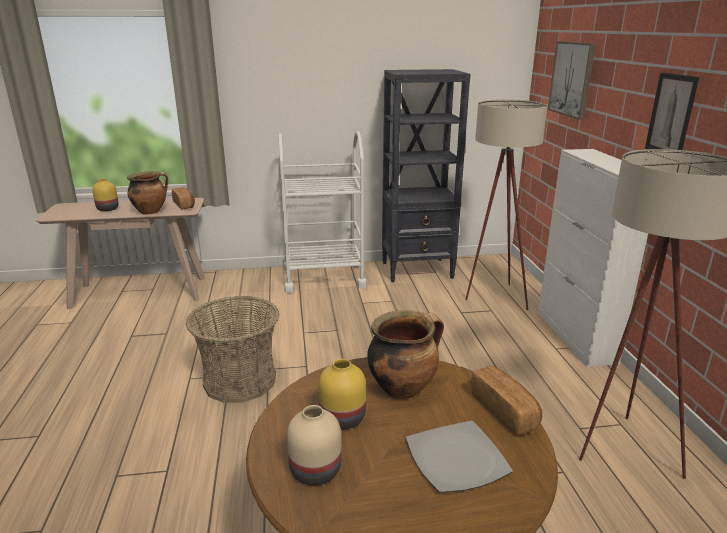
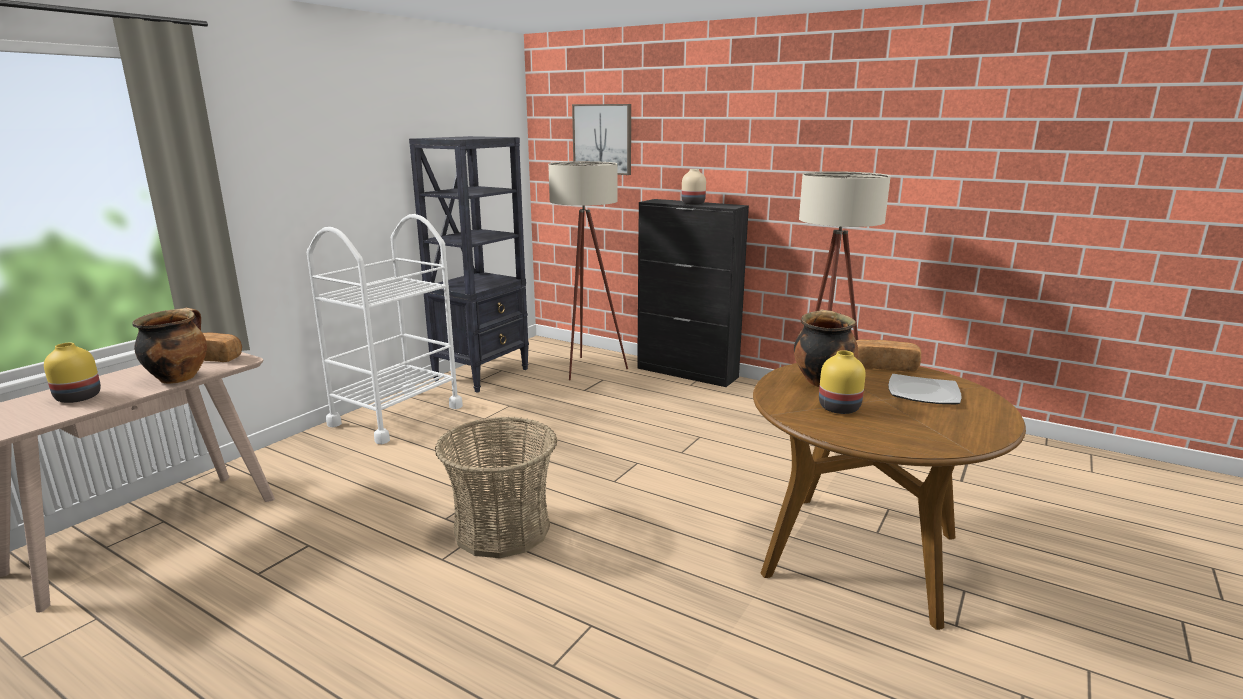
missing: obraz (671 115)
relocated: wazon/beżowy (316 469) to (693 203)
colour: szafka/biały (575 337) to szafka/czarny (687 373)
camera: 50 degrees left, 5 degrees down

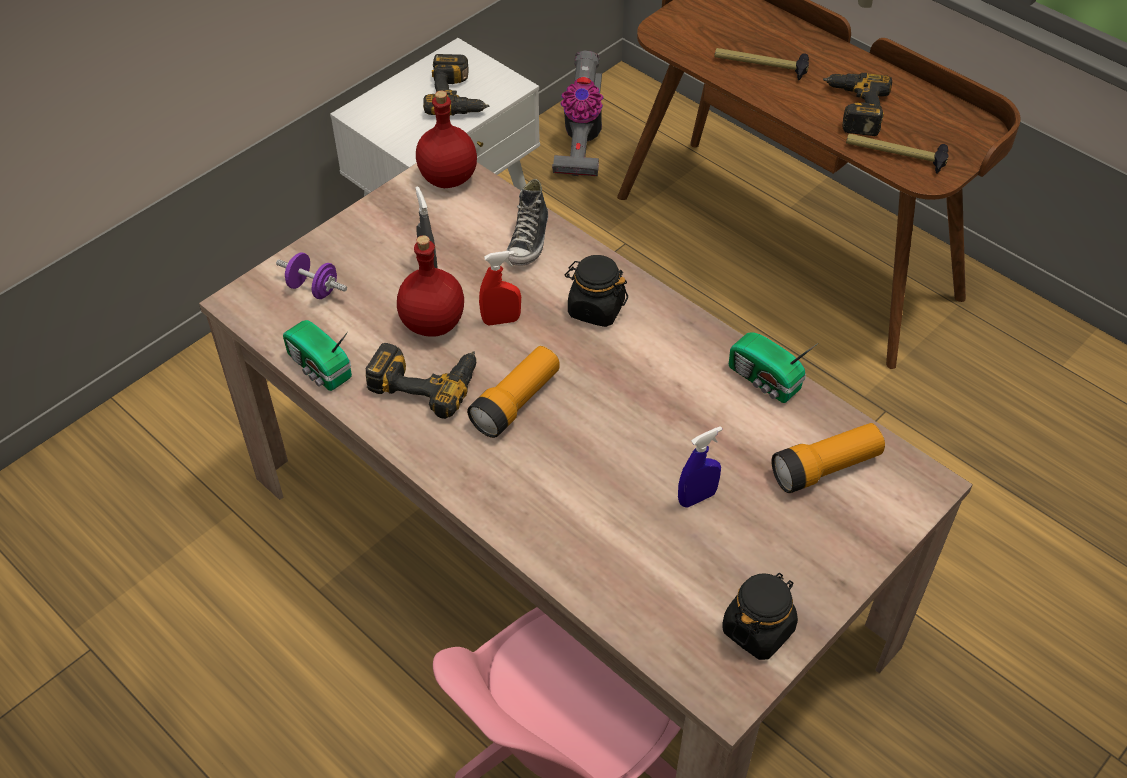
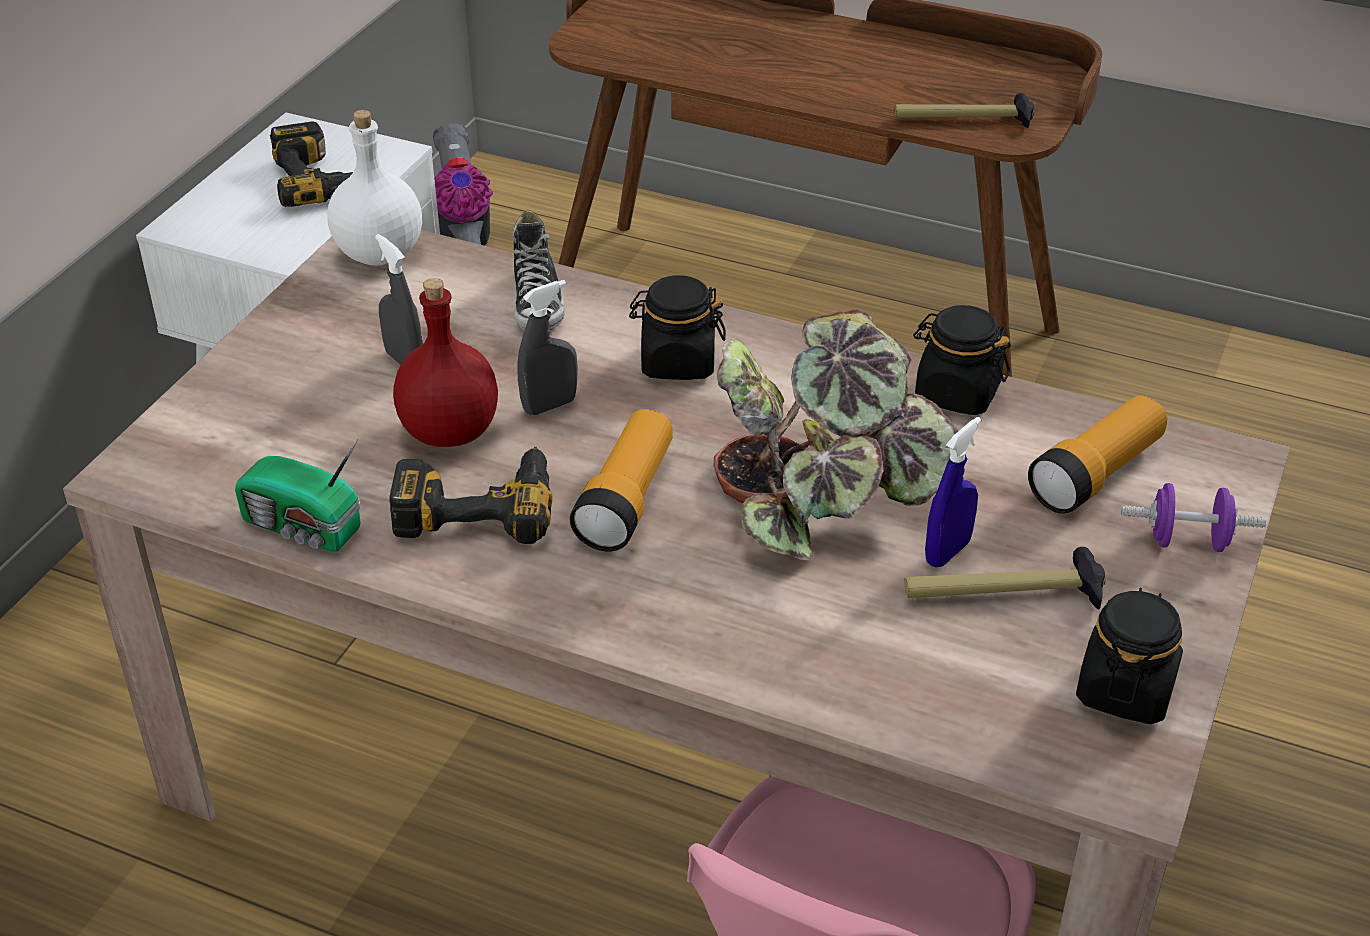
missing: wiertarka (852 109)
appeared: roślina doniczkowa (823 496)
relocated: hantel/fioletowy (313 289) to (1187 541); młotek (760 66) to (1003 593)
exchanged: radio (765 381) to słoik/czarny (956 393)
colour: butelka/czerwony (448 179) to butelka/biały (380 255); spryskiwacz/czerwony (501 320) to spryskiwacz/szary (549 405)
camera: 20 degrees left, 10 degrees down

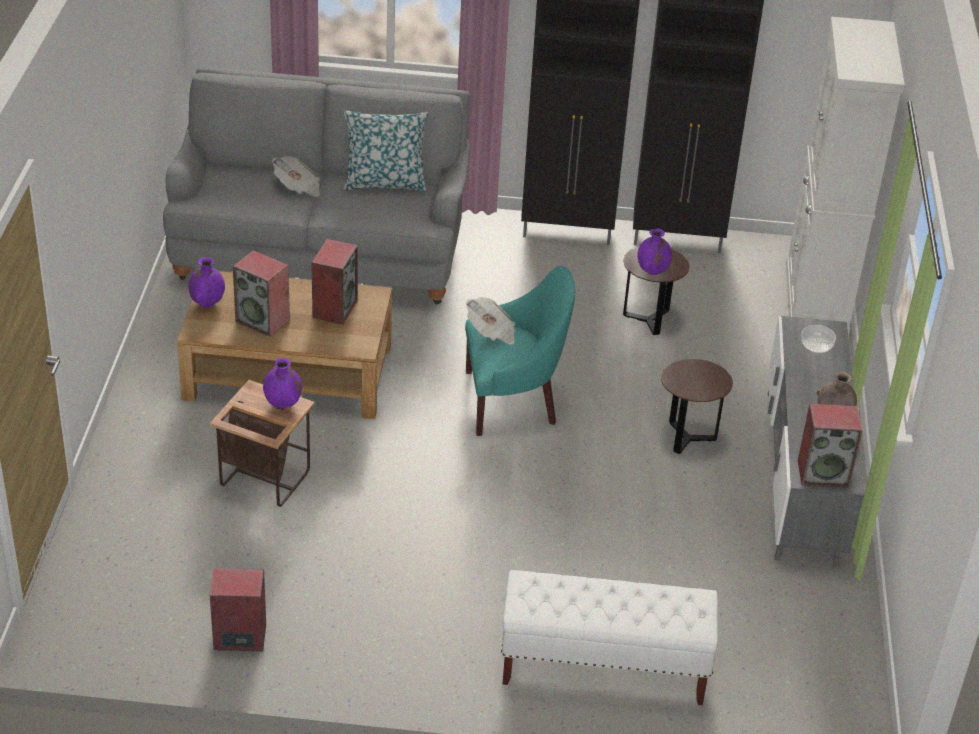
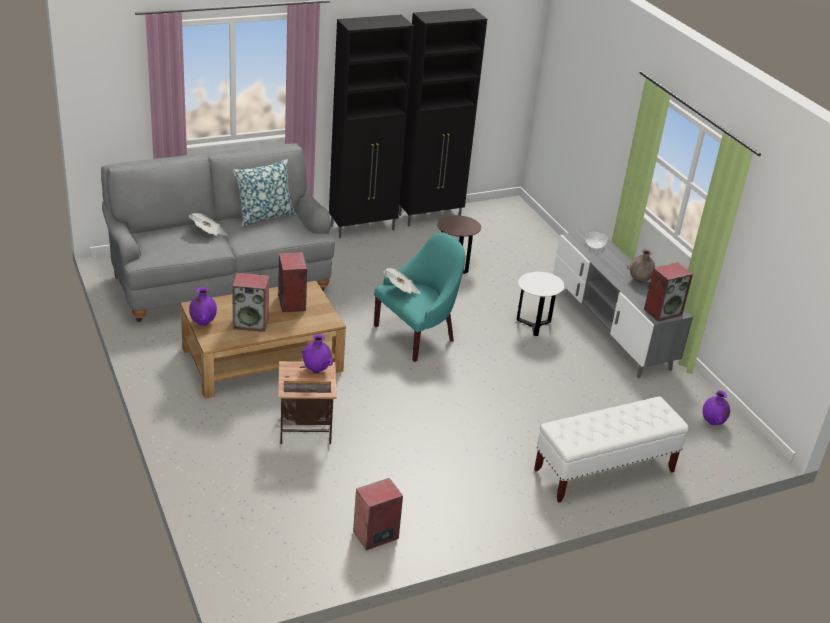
missing: szafka/biały (816 299)
relocated: wazon/fioletowy (652 272) to (712 422)
colour: stolik/brązowy (687 438) to stolik/biały (534 326)
camera: 30 degrees left, 5 degrees down

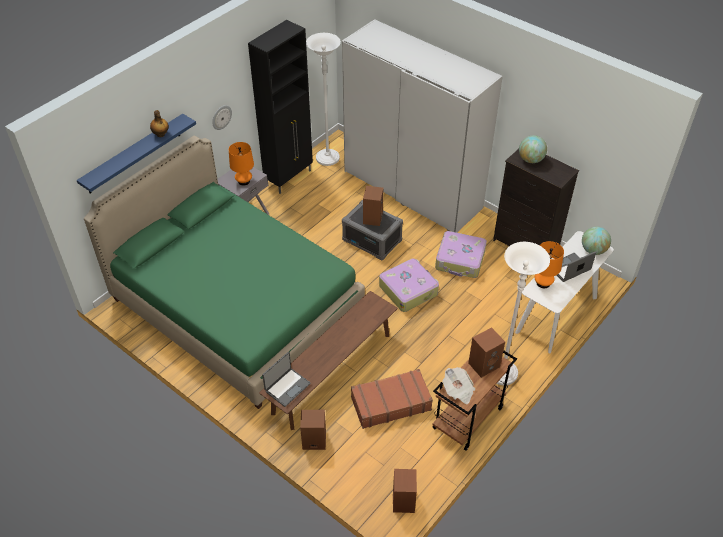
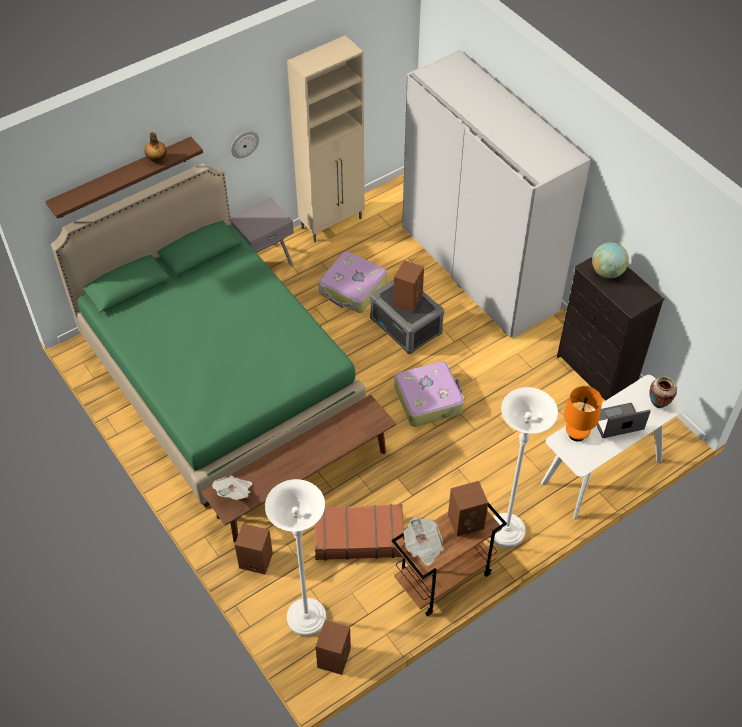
missing: lampa stołowa/pomarańczowy (244 181)
relocated: lampa stojąca/biały (327 158) to (306 618); walizka (460 260) to (353 289)
exchanged: laptop (287 387) to gazeta (234 492); globus (593 250) to wazon (658 404)
colour: półka/niebieski (134 154) to półka/brązowy (122 178); szafka/czarny (289 178) to szafka/beżowy (332 223)
camera: 15 degrees right, 5 degrees up

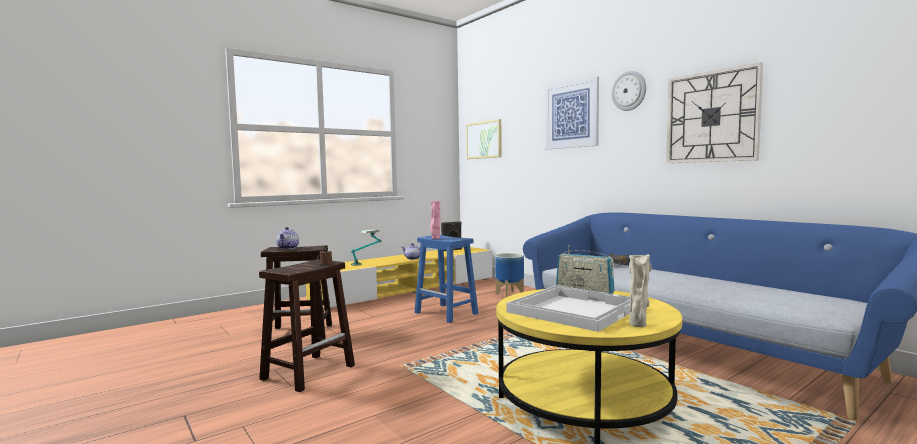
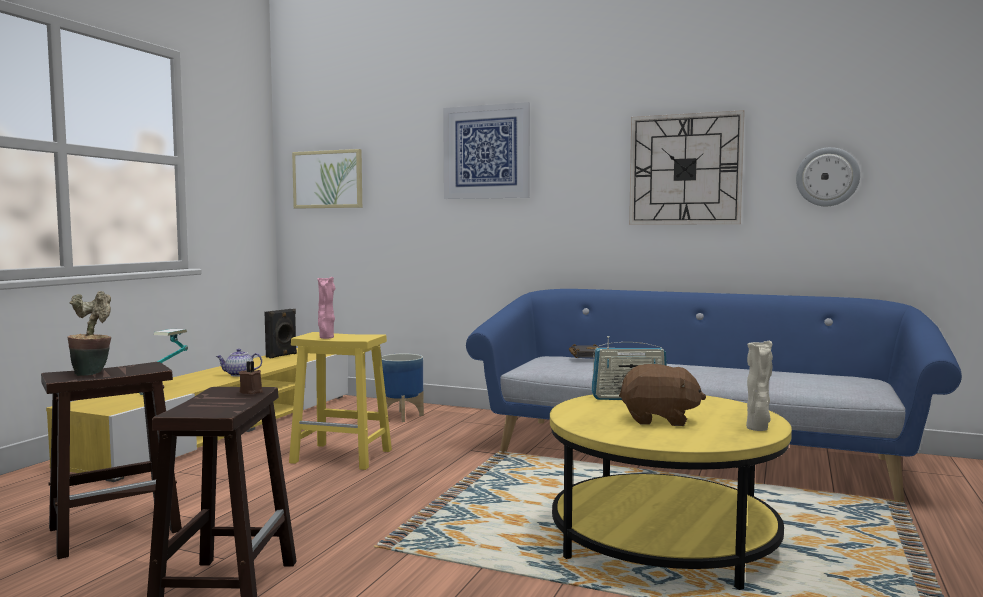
relocated: zegar ścienny (629 91) to (827 177)
exchanged: imbryk (288 248) to roślina doniczkowa (93 372); taca/biały (573 309) to pluszak/brązowy (659 420)
colour: stołek/niebieski (447 313) to stołek/żółty (343 456)
camera: 30 degrees left, 0 degrees up

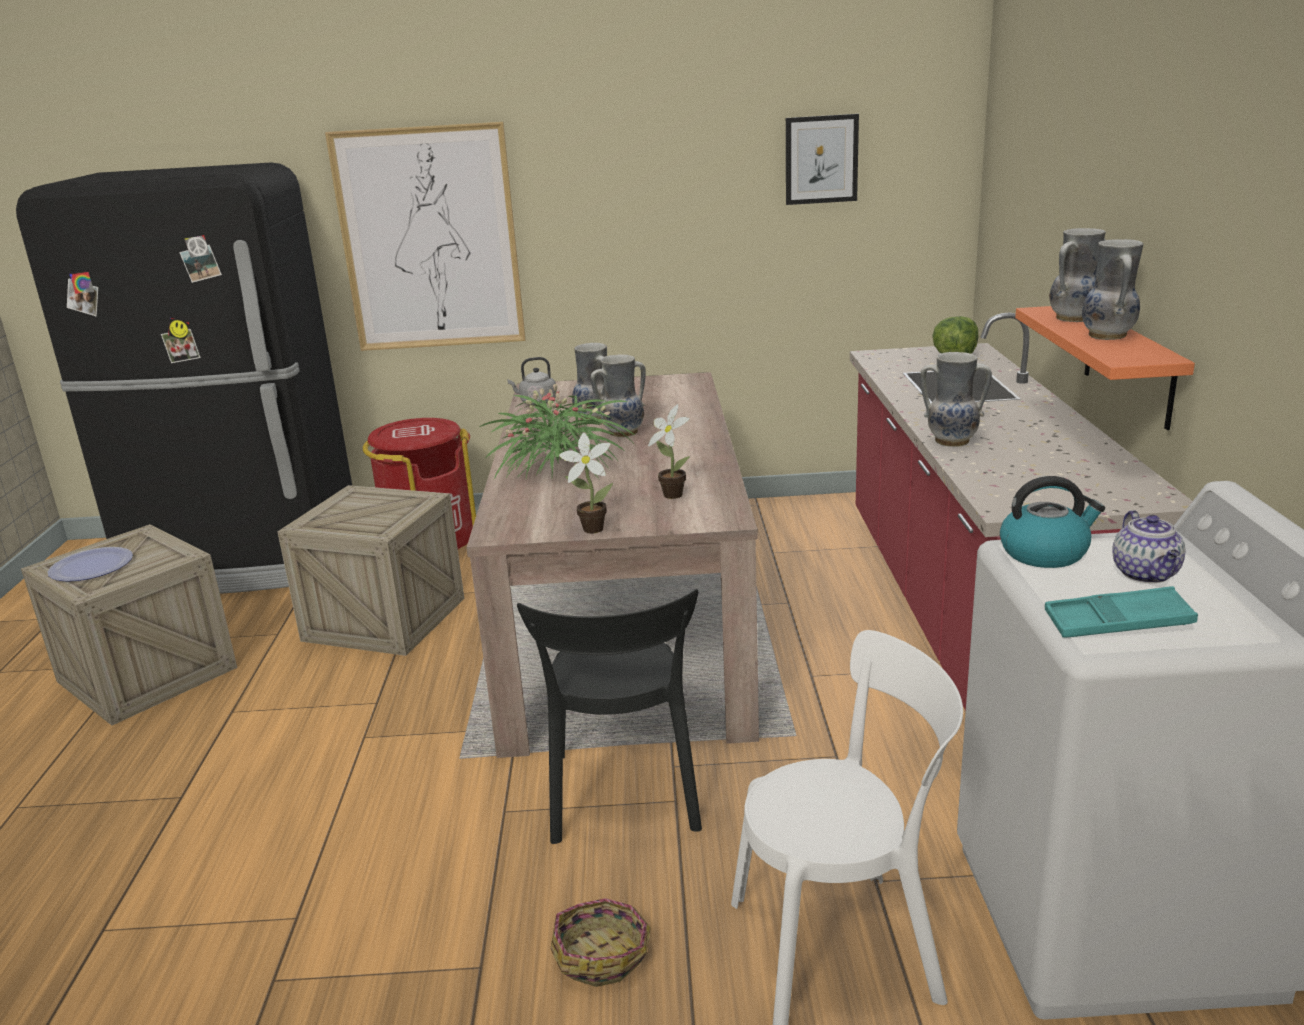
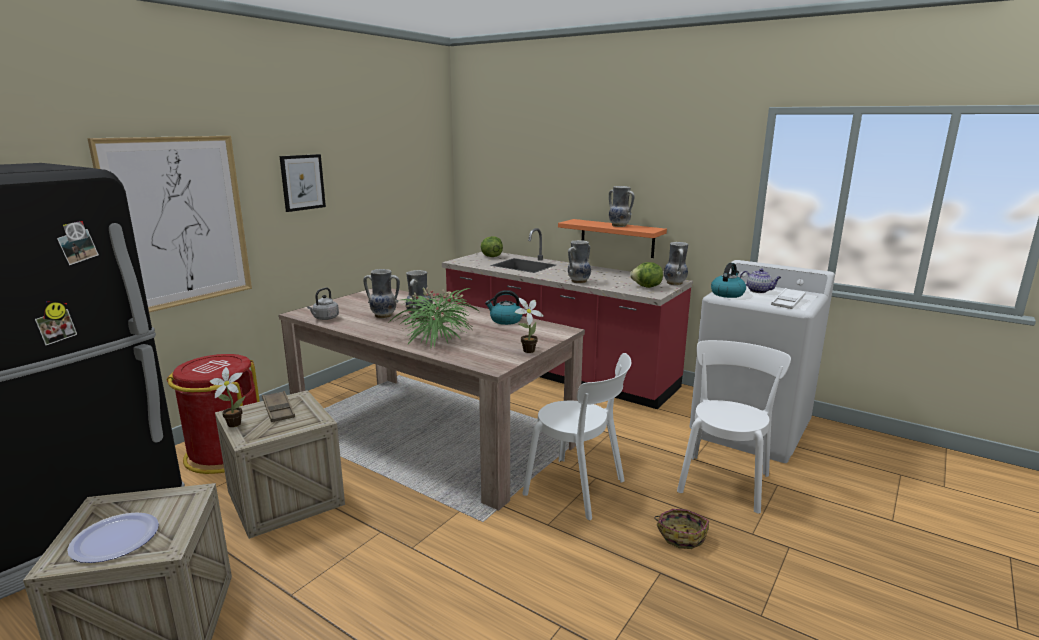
appeared: taca/brązowy (278 410); czajnik (505 320); sałata (646 287)
relocated: roślina doniczkowa (671 494) to (232 424); obraz (821 159) to (302 182); wazon (1074 319) to (675 283)
colour: krzesło/czarny (623 798) to krzesło/biały (578 489); taca/turkusowy (1117 622) to taca/biały (788 302)
camera: 55 degrees left, 5 degrees down

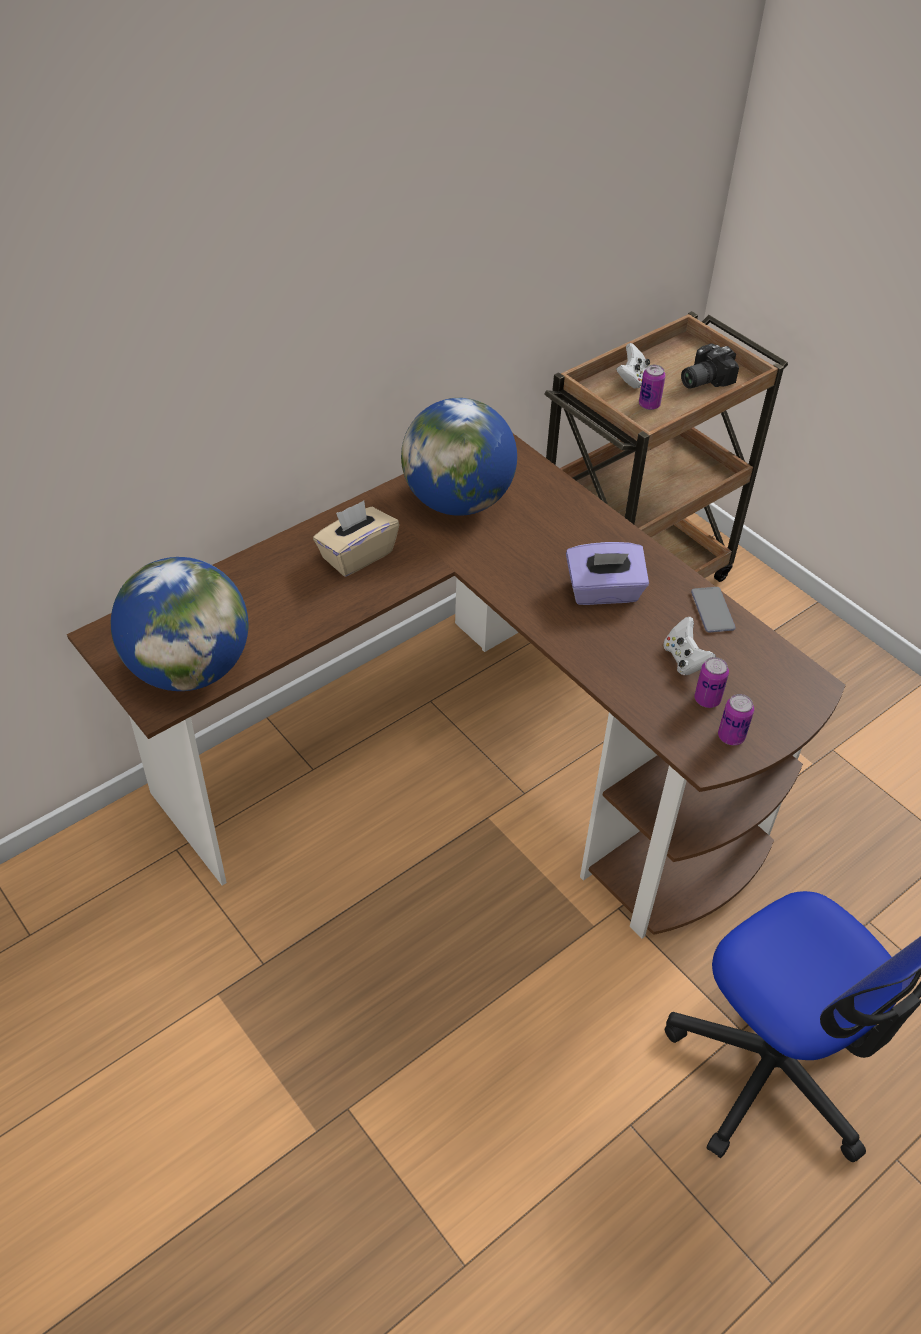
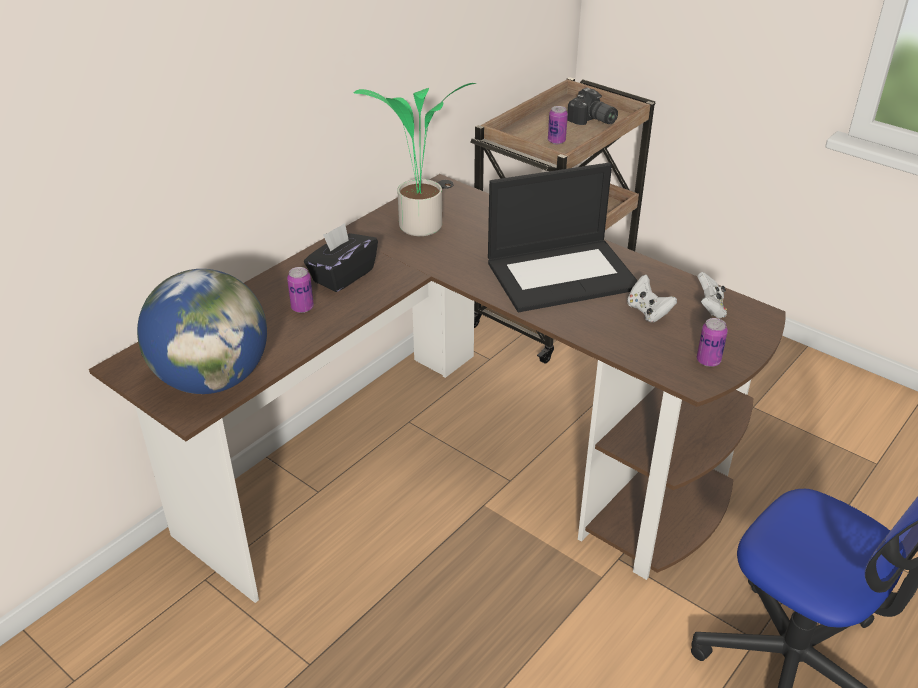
missing: telefon (712 610)
relocated: pad do gier/biały (631 379) to (710 308); puszka (707 699) to (302 308)
exchanged: globus (457 501) to roślina doniczkowa (418 228); pudełko chusteczek/fioletowy (603 592) to laptop (563 274)
colour: pudełko chusteczek/beżowy (357 555) to pudełko chusteczek/czarny (342 275)
spun: aparat fotograficzny (702 379) = (592 121) 90 degrees counterclockwise
camera: 10 degrees left, 10 degrees down

